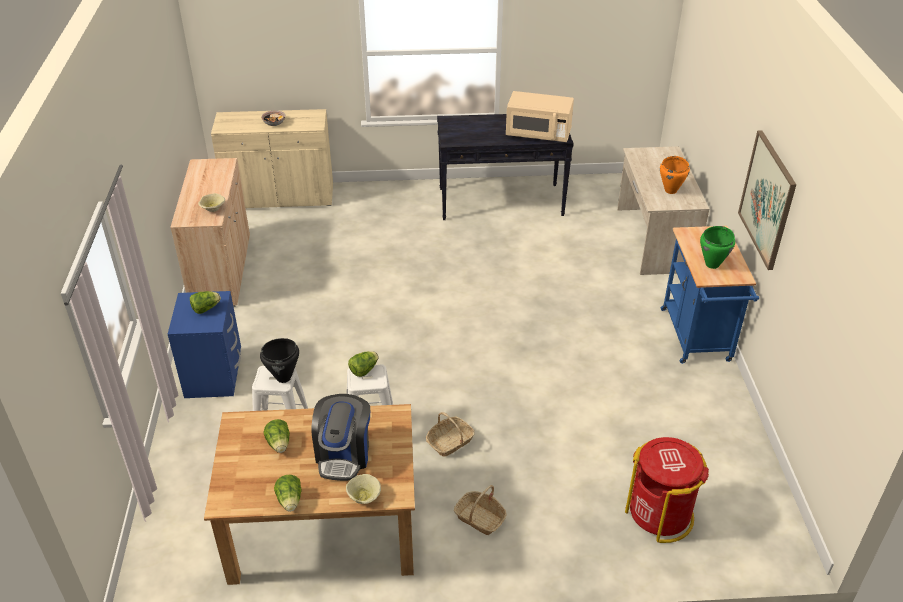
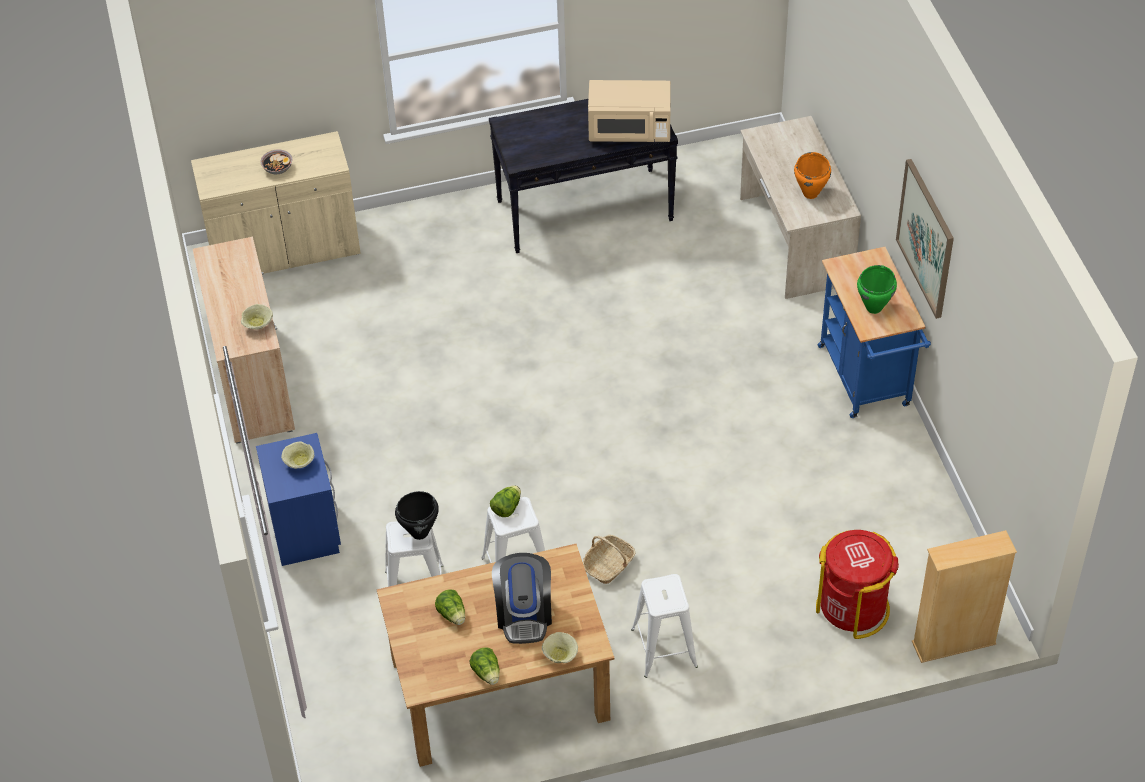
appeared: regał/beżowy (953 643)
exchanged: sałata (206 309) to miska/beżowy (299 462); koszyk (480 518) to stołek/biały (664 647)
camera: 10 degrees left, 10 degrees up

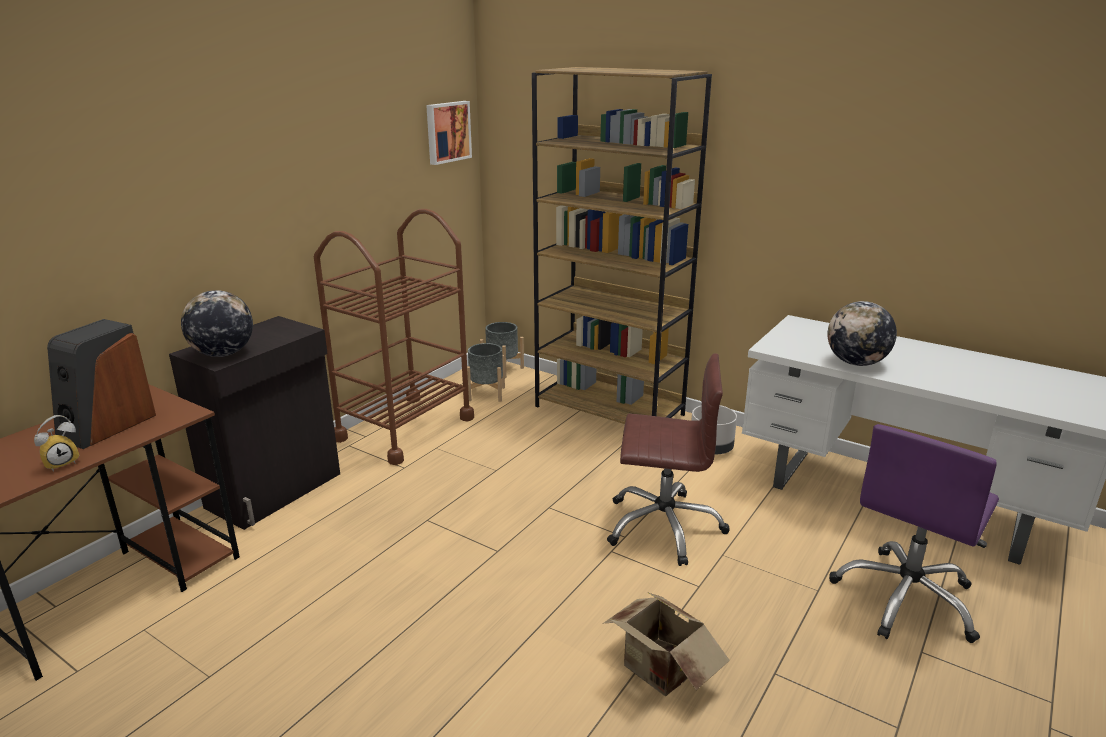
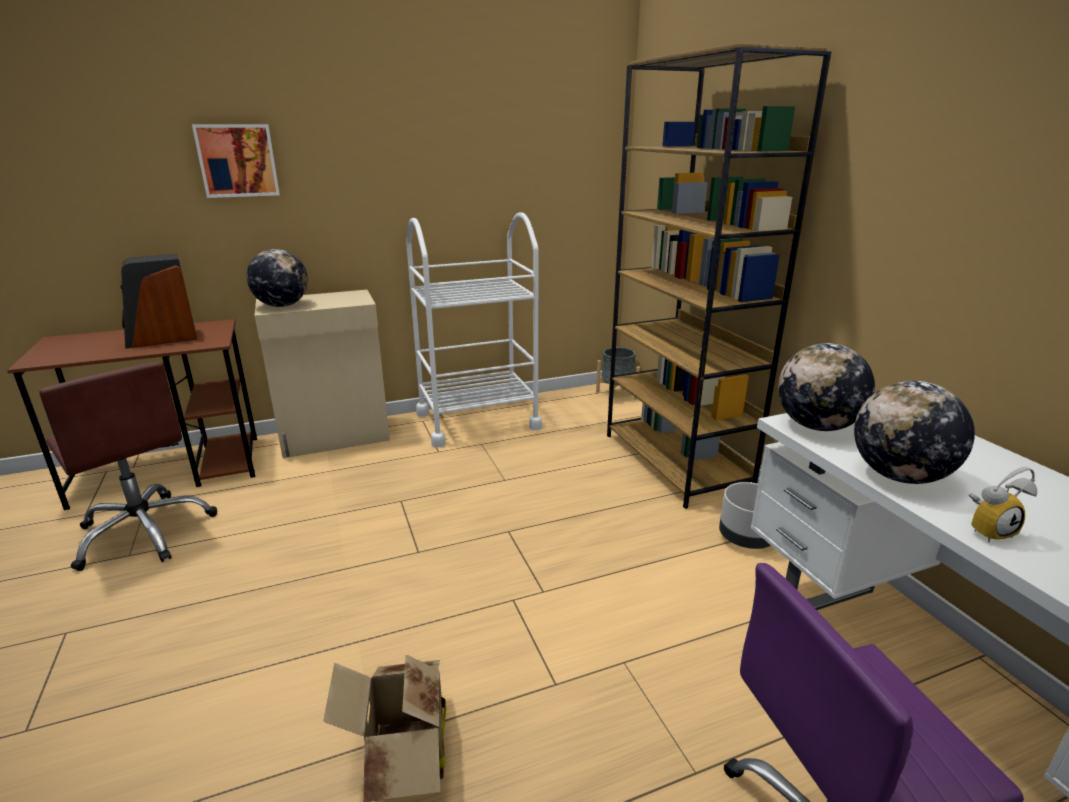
missing: donica/szary (486 394)
appeared: globus (816 426)
relocated: budzik (62 463) to (987 530); obraz (447 132) to (237 160); krzesło biurowe/brązowy (664 526) to (145 532)
colour: szafka/czarny (276 490) to szafka/beżowy (336 437); wózek/brązowy (405 428) to wózek/biały (477 420)
camera: 35 degrees right, 0 degrees up

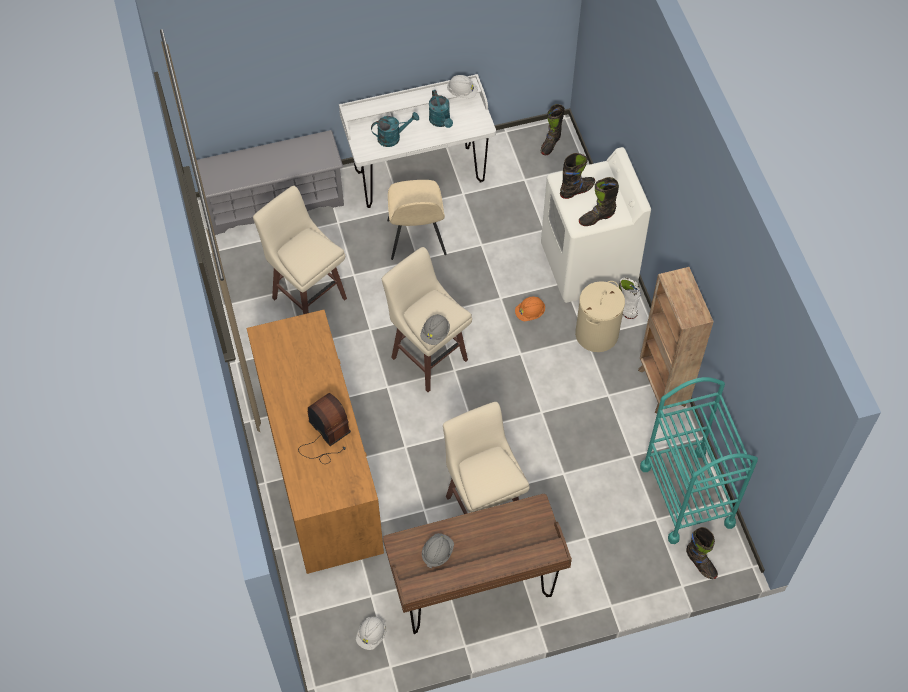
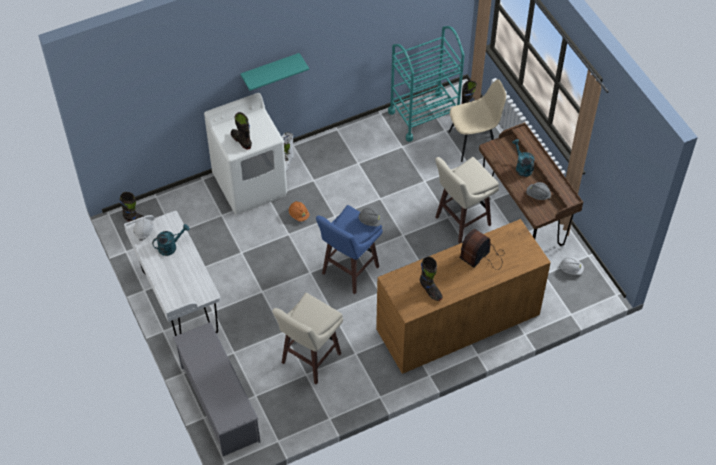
missing: kosz na pranie/beżowy (596 334); regał/brązowy (662 388)
appeared: półka/turkusowy (270 70)
relocated: konewka/turkusowy (393 137) to (522 167); krzesło/beżowy (416 239) to (473 142); but z cholewką/czarny (596 217) to (430 290)
colour: stołek/beżowy (428 357) to stołek/niebieski (349 271)
camera: 100 degrees left, 5 degrees down

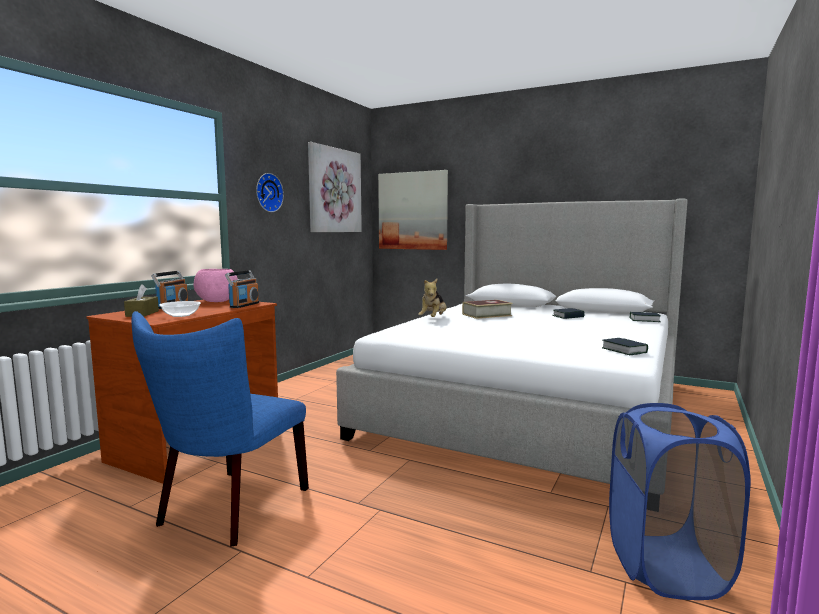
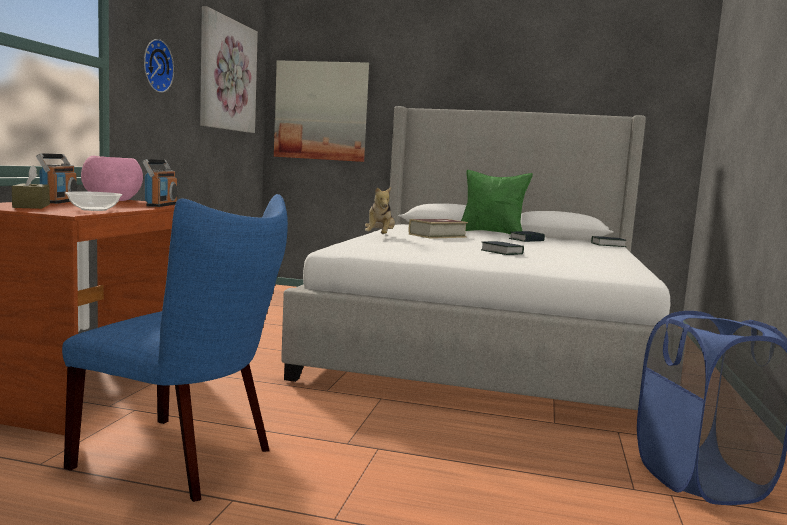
appeared: poduszka/zielony (491 234)
relocated: książka (624 350) to (501 252)
spun: krzesło/niebieski (228 510) = (185 459) 75 degrees counterclockwise
camera: 15 degrees left, 0 degrees up

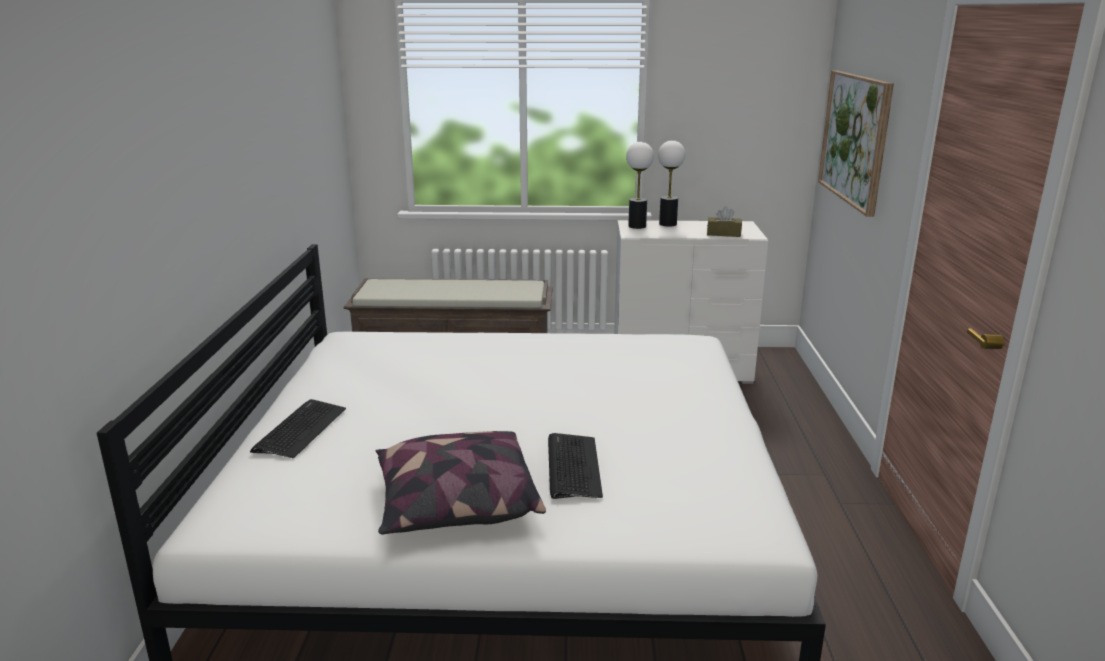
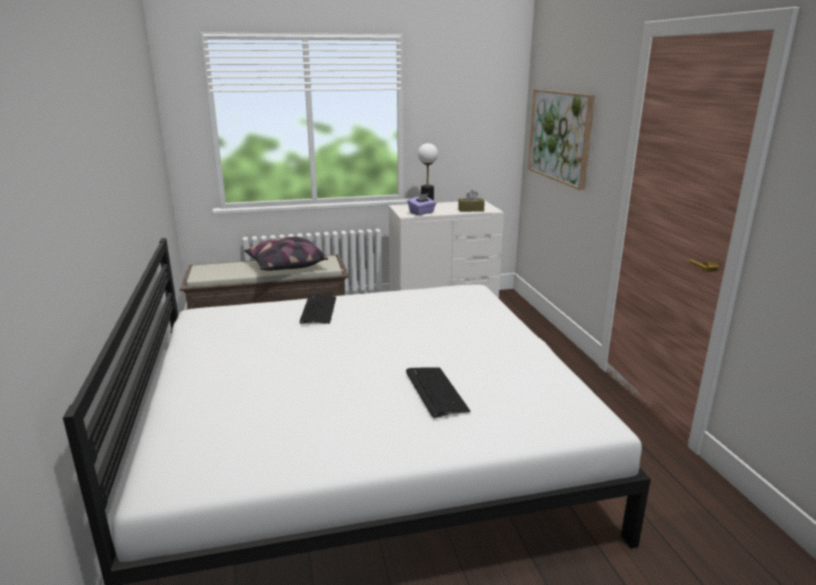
missing: lampa stołowa (637 226)
appeared: pudełko chusteczek/fioletowy (422 213)
relocated: klawiatura (300 429) to (318 310); poduszka (455 505) to (285 267)
camera: 15 degrees left, 0 degrees up

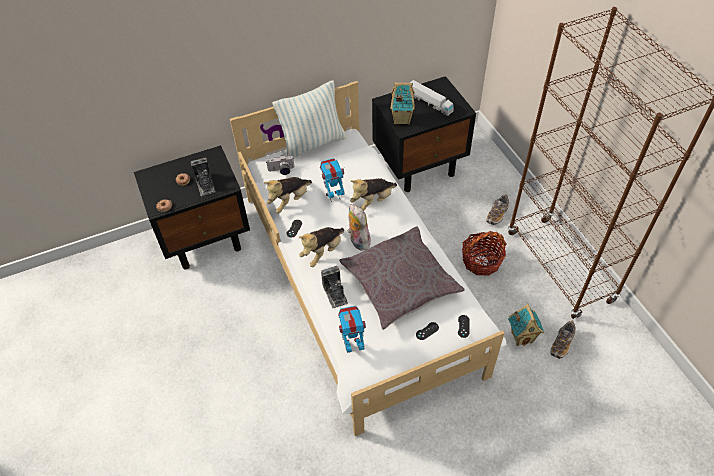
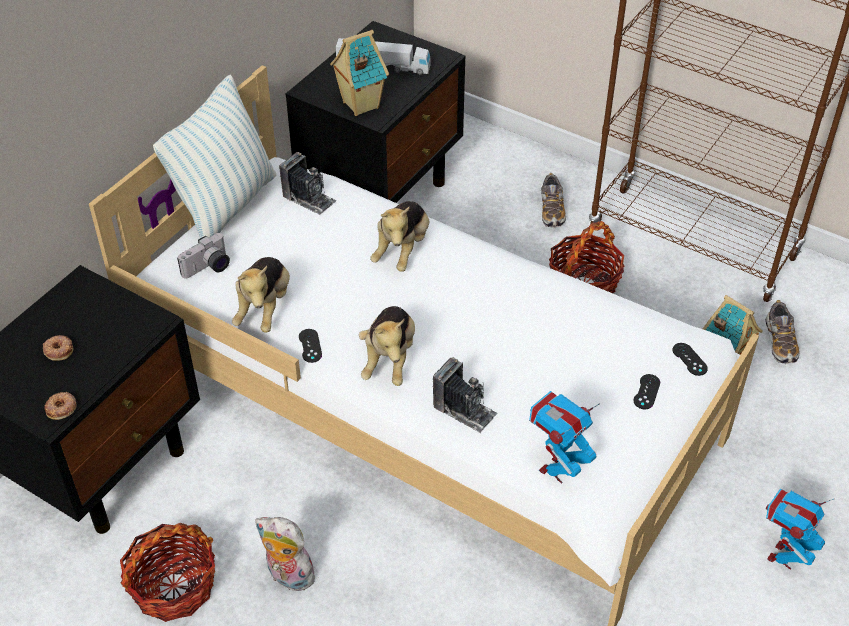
missing: poduszka/szary (400 283)
appeared: koszyk (173 586)
relocated: aparat fotograficzny (205 184) to (309 198); robot zabawkowy (333 196) to (783 556); pluszak (357 241) to (287 576)
camera: 35 degrees left, 5 degrees down

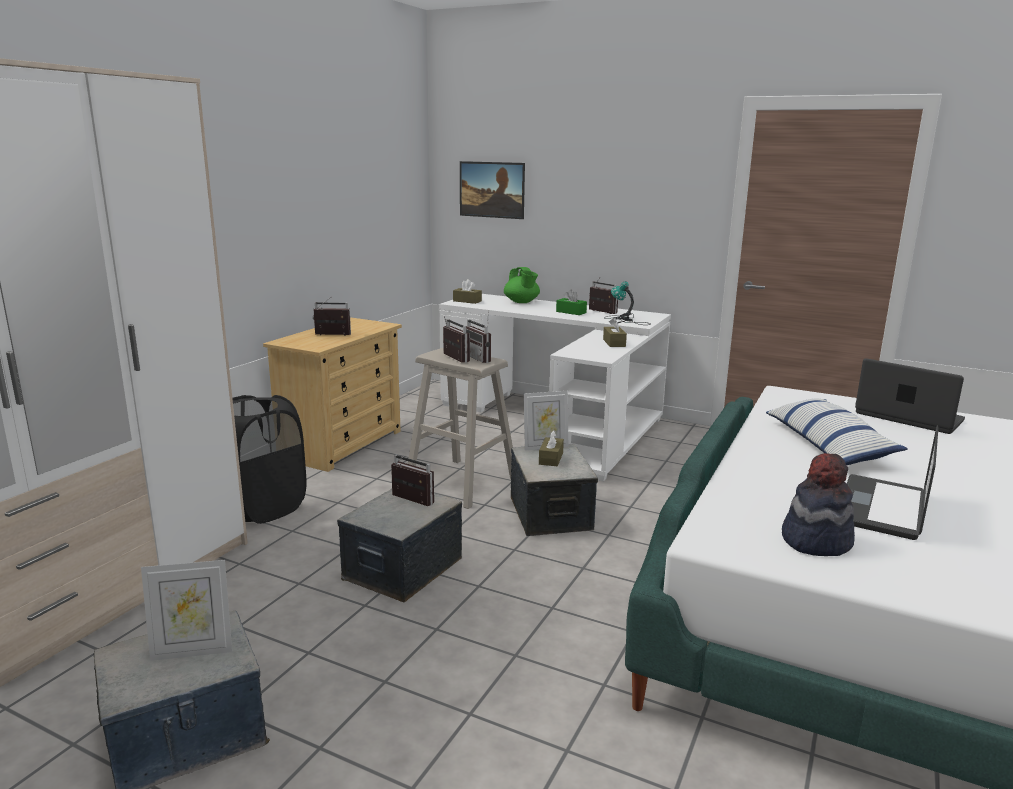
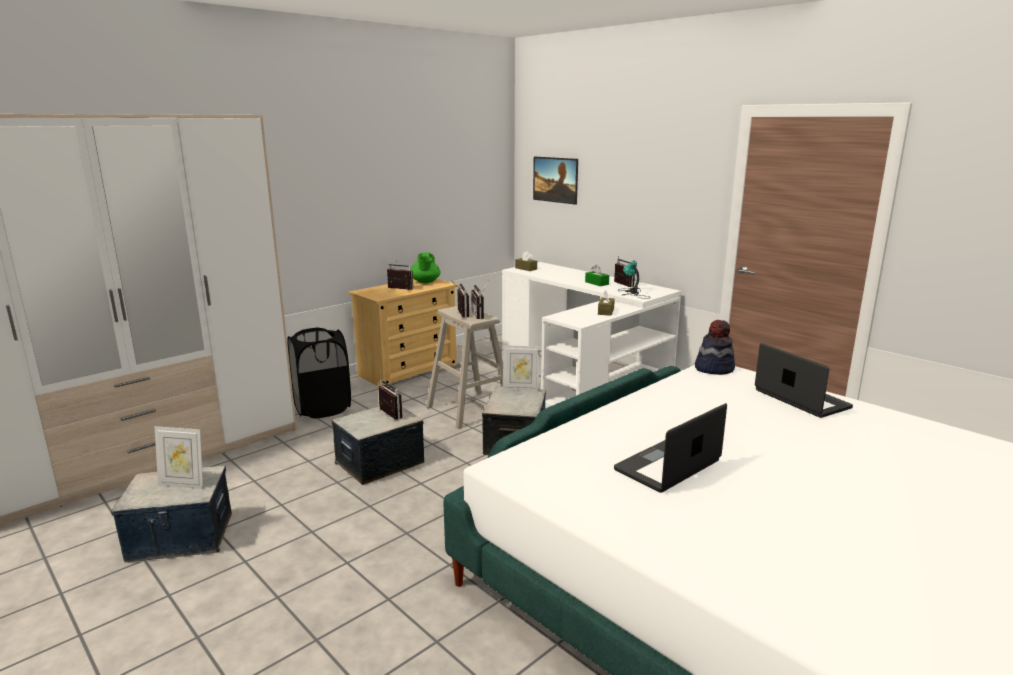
missing: pudełko chusteczek/brązowy (551 458); poduszka (827 445)
relocated: imbryk/zielony (521 302) to (425 282); kapelusz (815 540) to (714 368)
camera: 20 degrees right, 0 degrees up

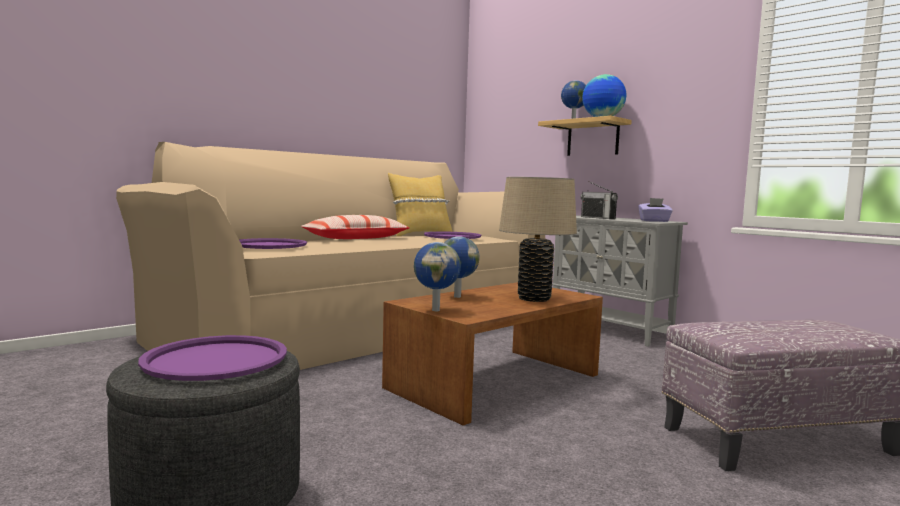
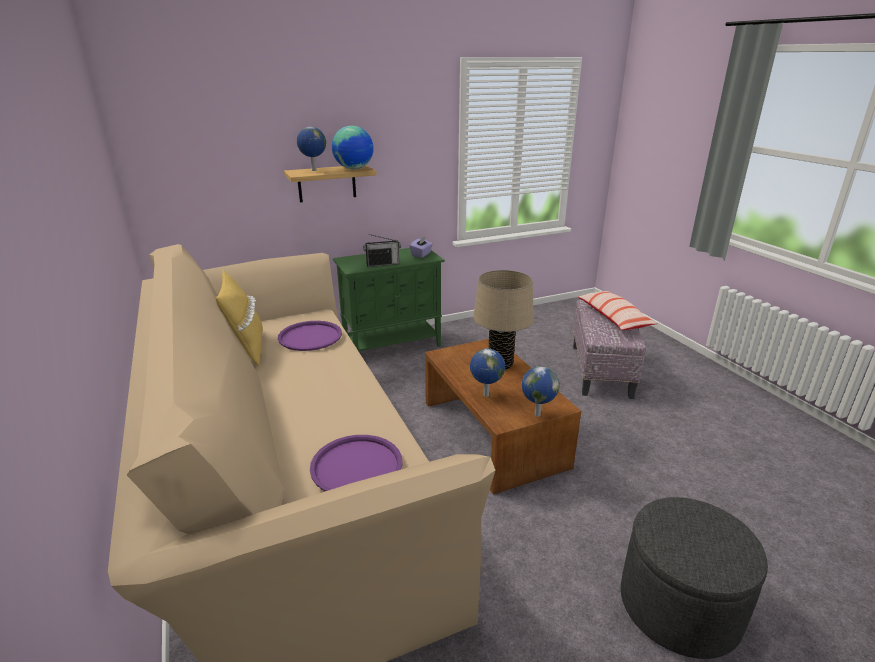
missing: taca/fioletowy (215 359)
relocated: poduszka (356 238) to (613 318)
colour: szafka/szary (611 330) to szafka/zielony (392 345)
camera: 70 degrees left, 20 degrees up

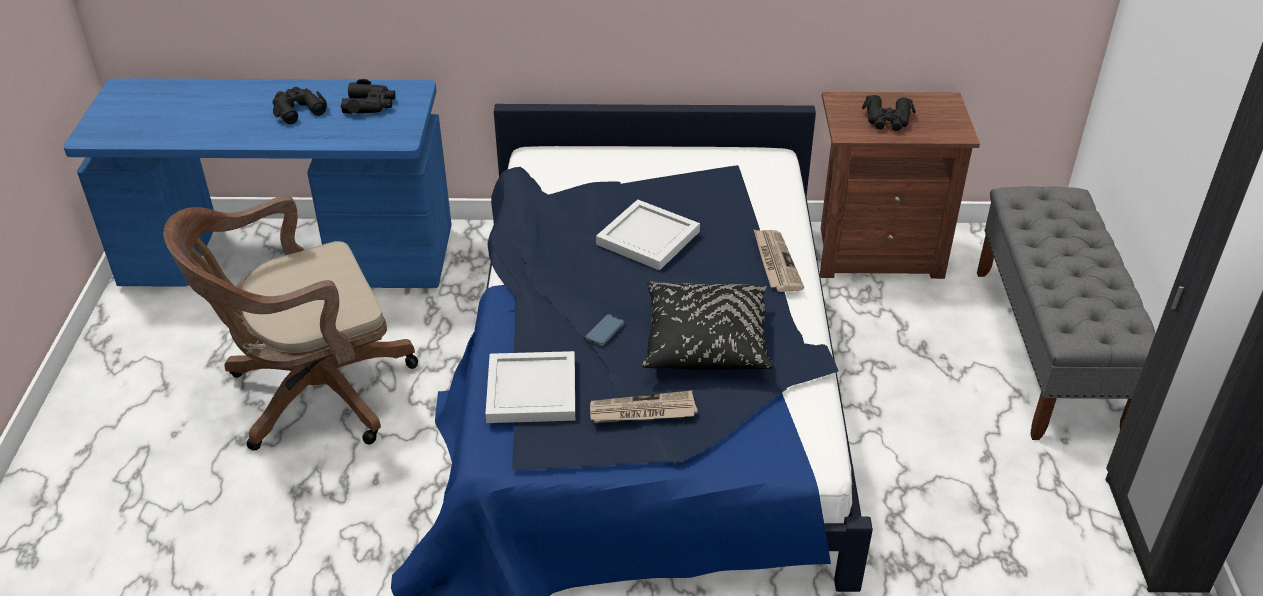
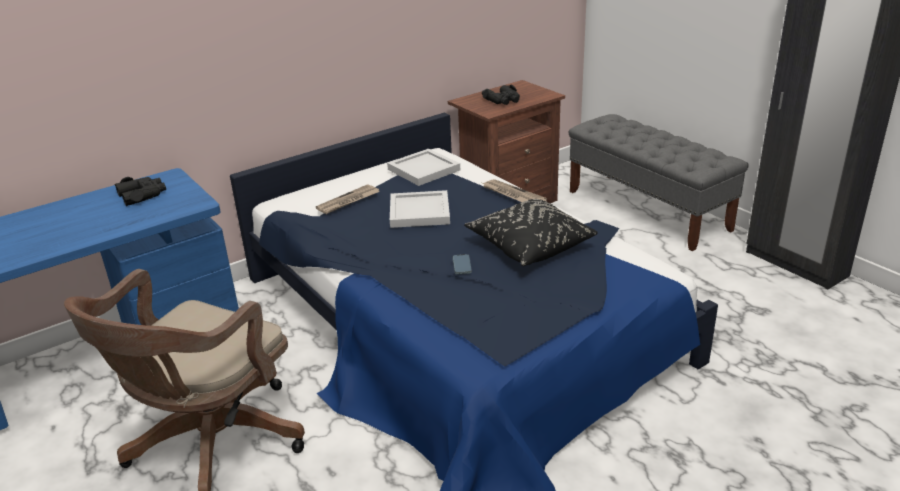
missing: lornetka/czarny (297 109)
relocated: taca/biały (530 389) to (422 170); gazeta (642 411) to (348 201)
camera: 35 degrees left, 10 degrees down

